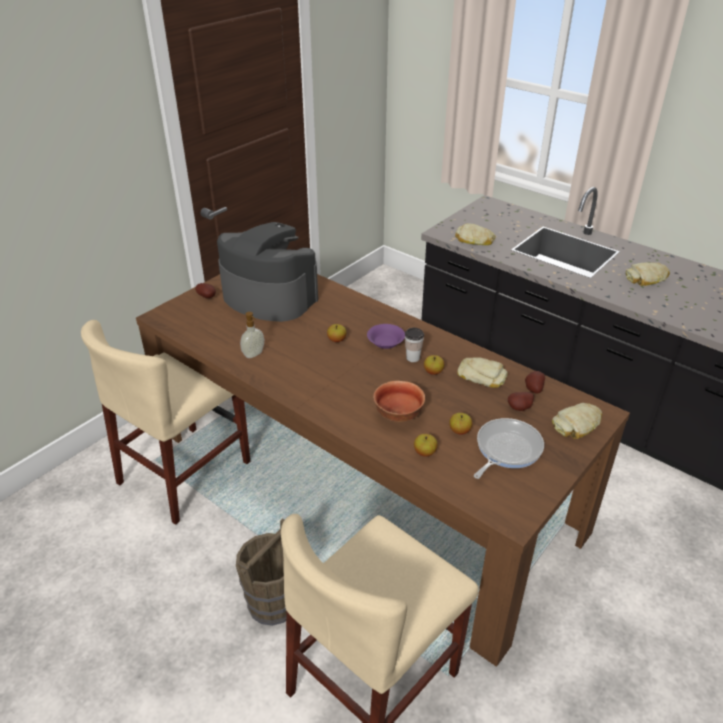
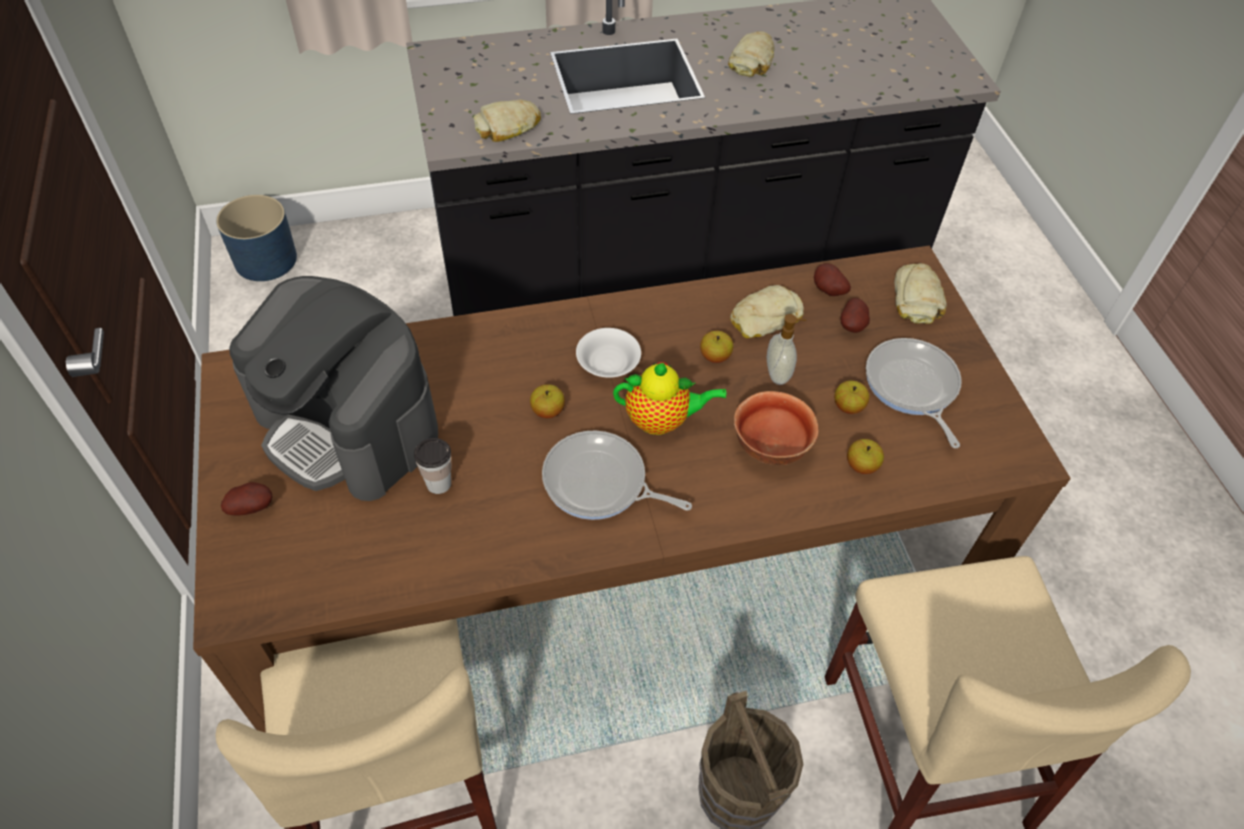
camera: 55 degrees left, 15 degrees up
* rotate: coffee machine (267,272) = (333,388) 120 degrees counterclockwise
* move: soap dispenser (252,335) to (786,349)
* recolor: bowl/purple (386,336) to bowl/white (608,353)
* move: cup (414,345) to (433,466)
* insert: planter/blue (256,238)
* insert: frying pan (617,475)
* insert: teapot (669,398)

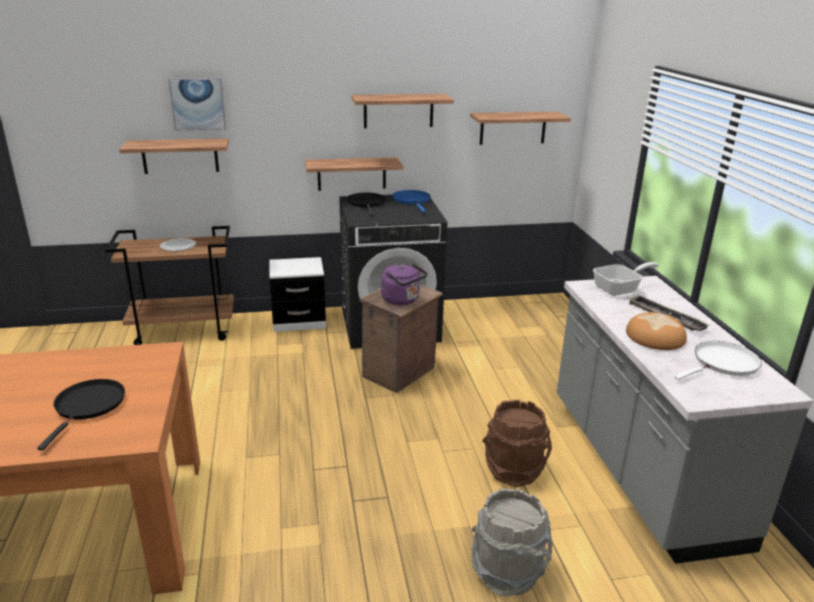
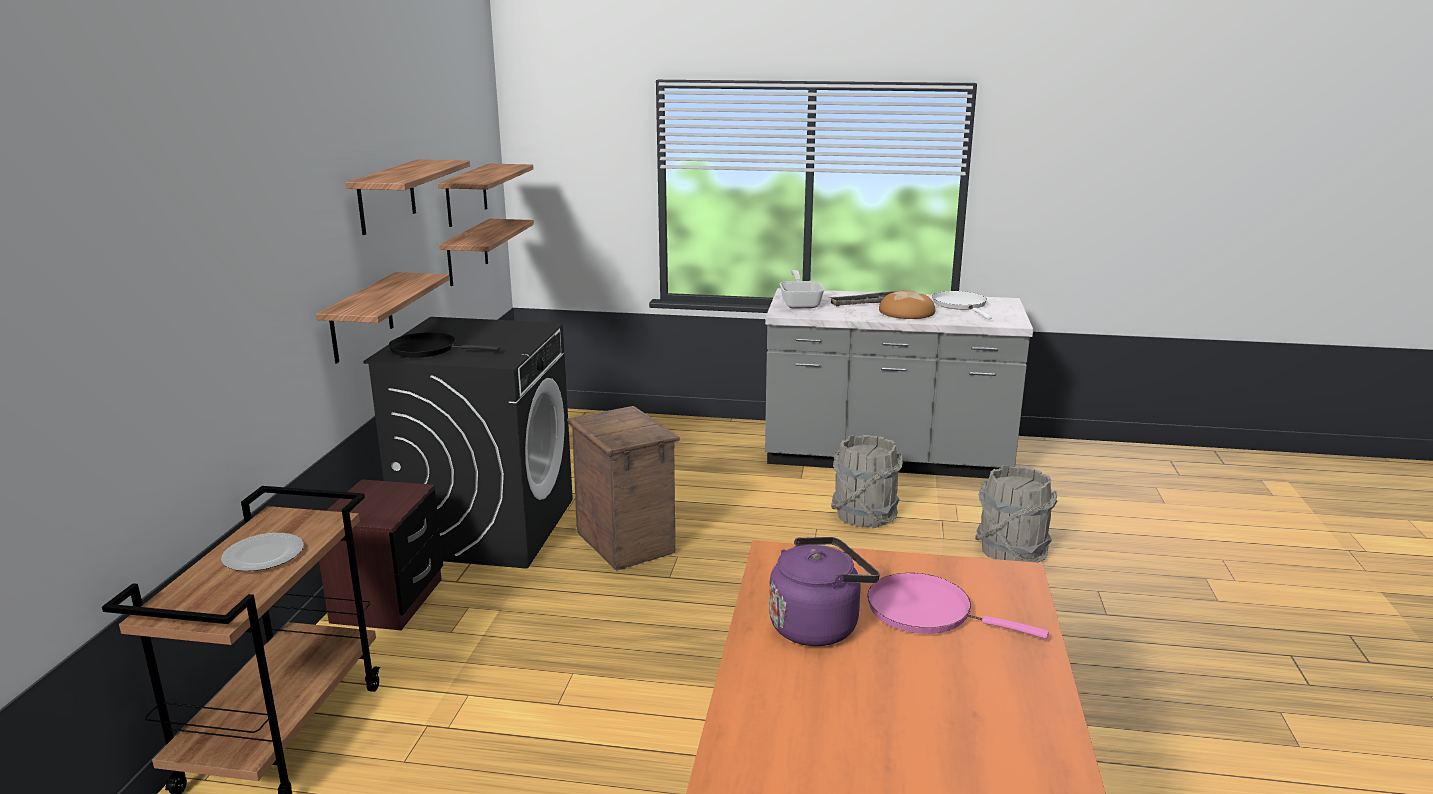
camera: 70 degrees left, 5 degrees down
* recolor: frying pan/black (81,415) to frying pan/pink (958,606)
* move: shelf (174,156) to (486,252)
* delete: picture (197,104)
* recolor: nightstand/white (297,294) to nightstand/brown (381,554)
* move: kettle/purple (404,284) to (824,591)
* delete: frying pan/blue (411,201)
* recolor: bucket/brown (517,443) to bucket/grey (867,482)

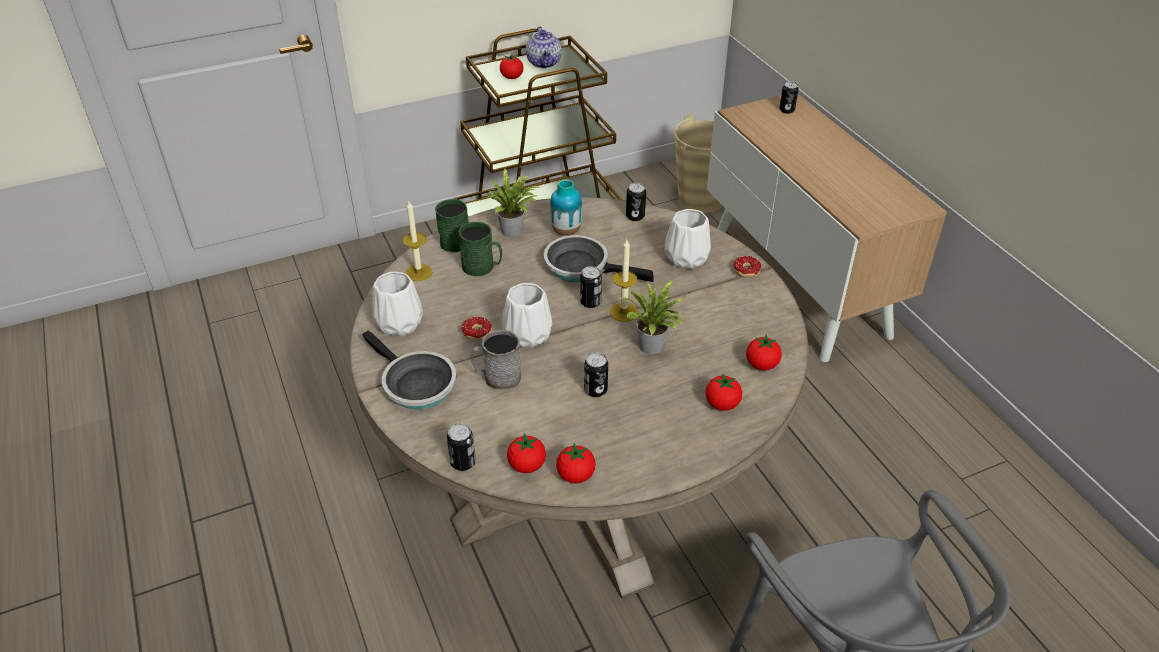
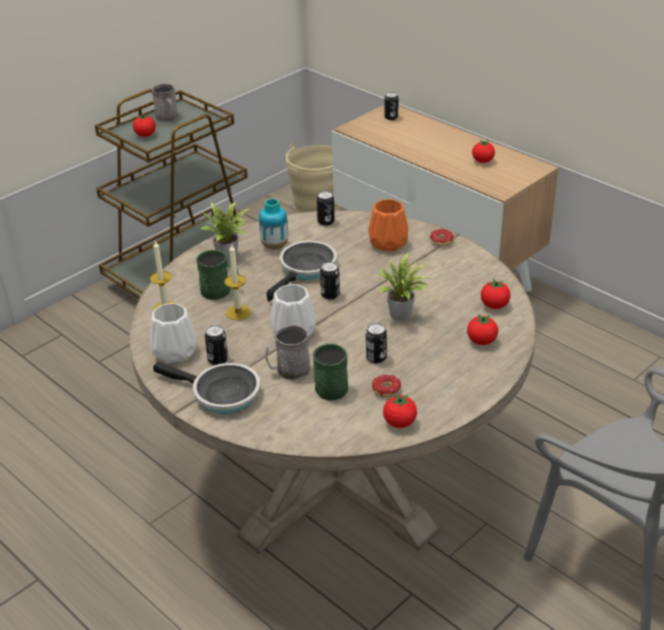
camera: 20 degrees left, 5 degrees down
* move: mug/green (452,225) to (330,372)
* move: can (461,447) to (216,345)
* move: donut (476,328) to (391,386)
* move: tomato (526,453) to (483,151)
* replace: teapot (544,47) to mug/grey (165,102)
* rotate: frying pan (599,258) = (301,271) 120 degrees clockwise
* move: candle (624,281) to (237,281)
* recolor: vase/white (688,239) to vase/orange (388,225)

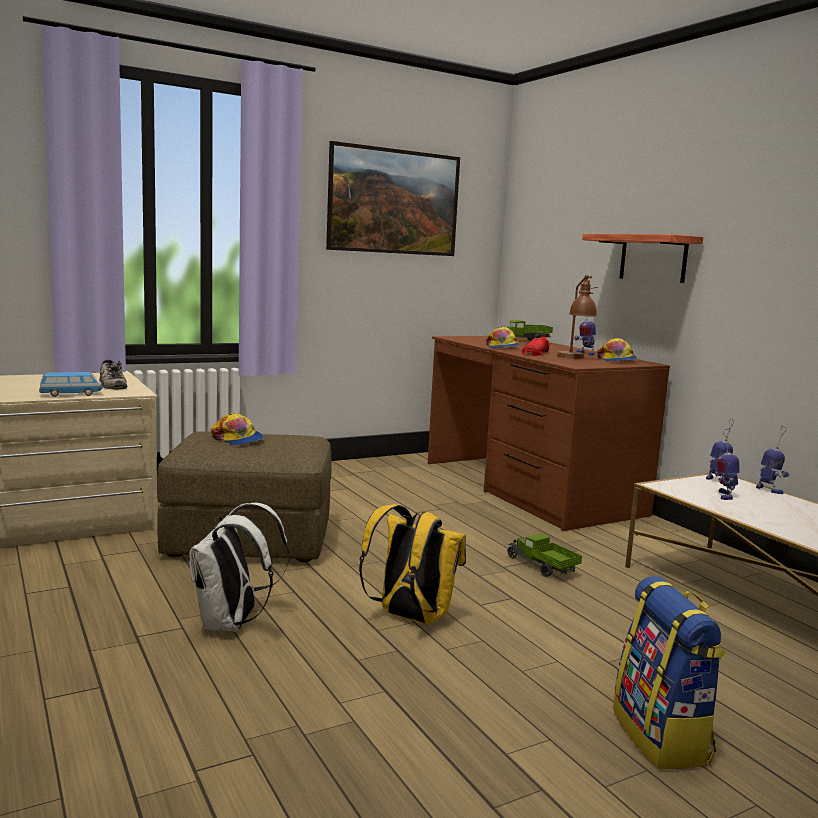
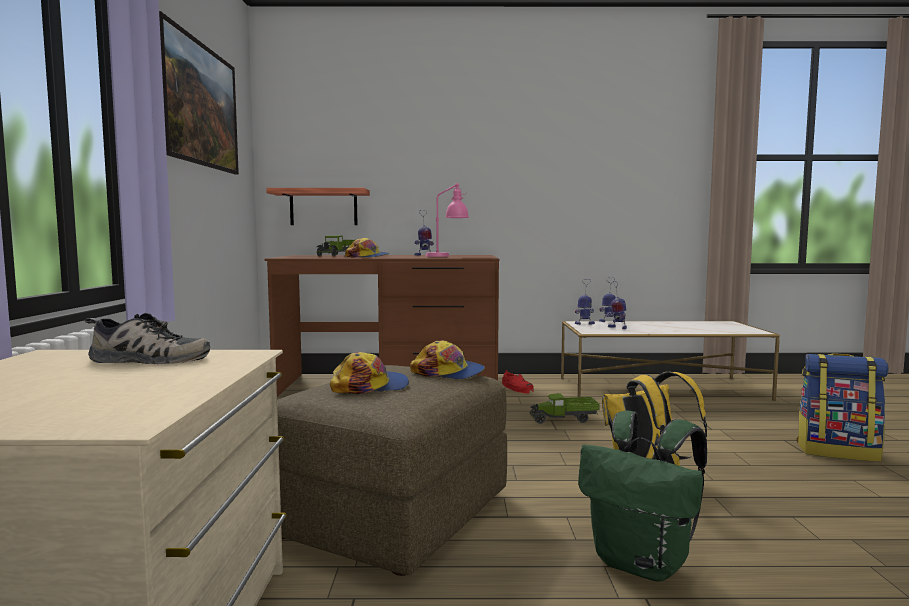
camera: 60 degrees left, 5 degrees down
* delete: toy car (71,384)
* recolor: backpack/white (239,567) to backpack/green (642,496)
* move: shoe/red (535,345) to (518,382)
* recolor: table lamp/brown (577,317) to table lamp/pink (447,220)
* move: shelf (642,258) to (318,206)
* move: cap (617,349) to (447,359)

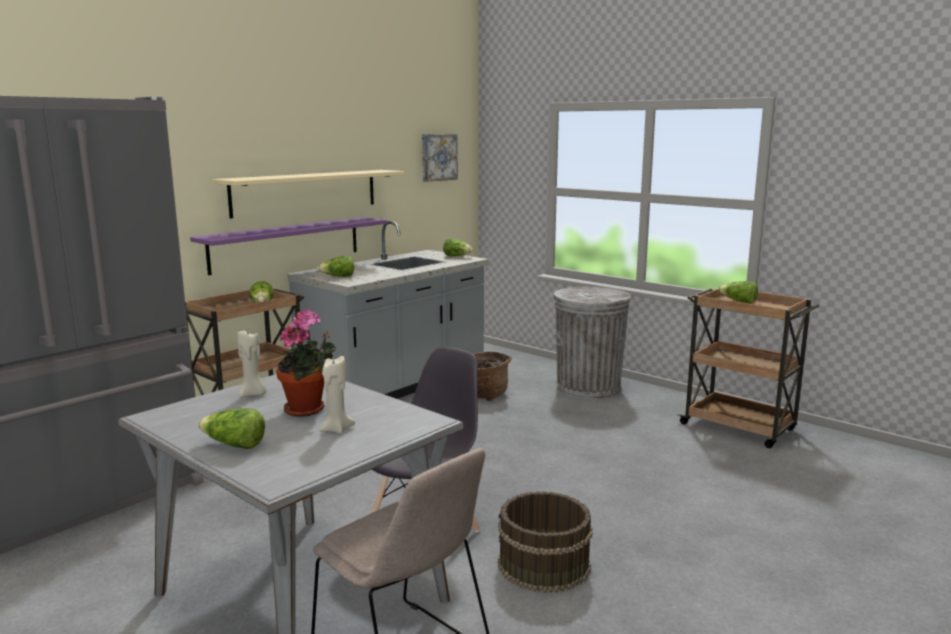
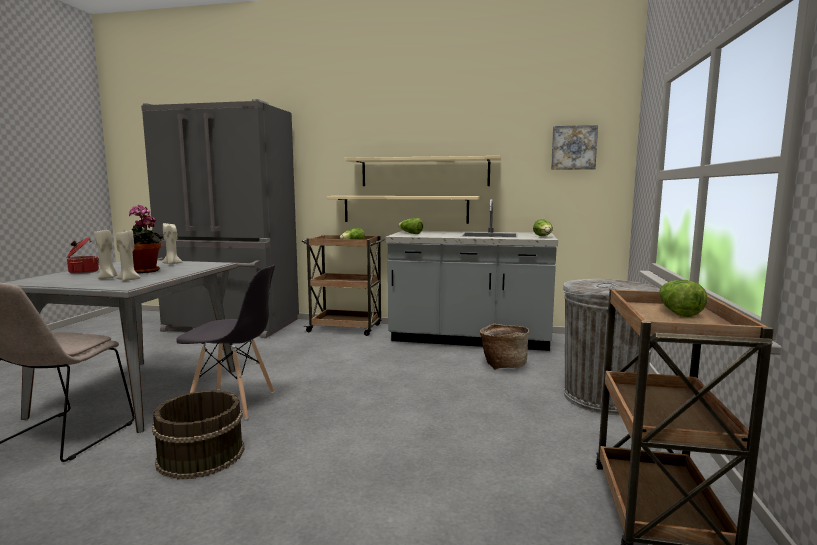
camera: 60 degrees right, 5 degrees down
* recolor: shelf/purple (288,246) to shelf/beige (403,210)
* replace: lettuce (231,428) to cooking pot (83,255)
* insert: candle/beige (128,255)

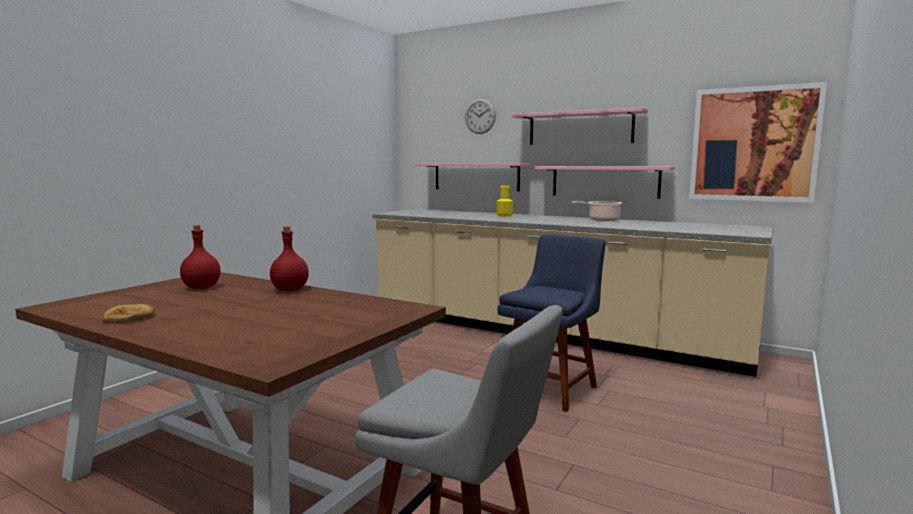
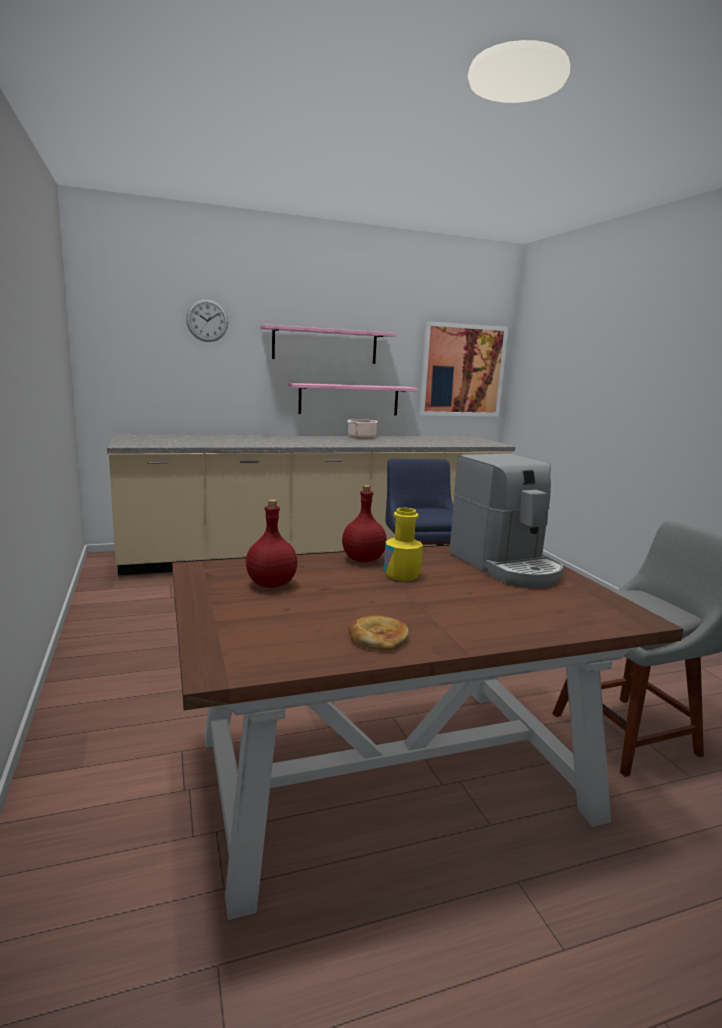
camera: 50 degrees left, 5 degrees up
* delete: shelf/pink (473,177)
* move: bottle/yellow (504,201) to (403,544)
* insert: coffee machine (506,520)

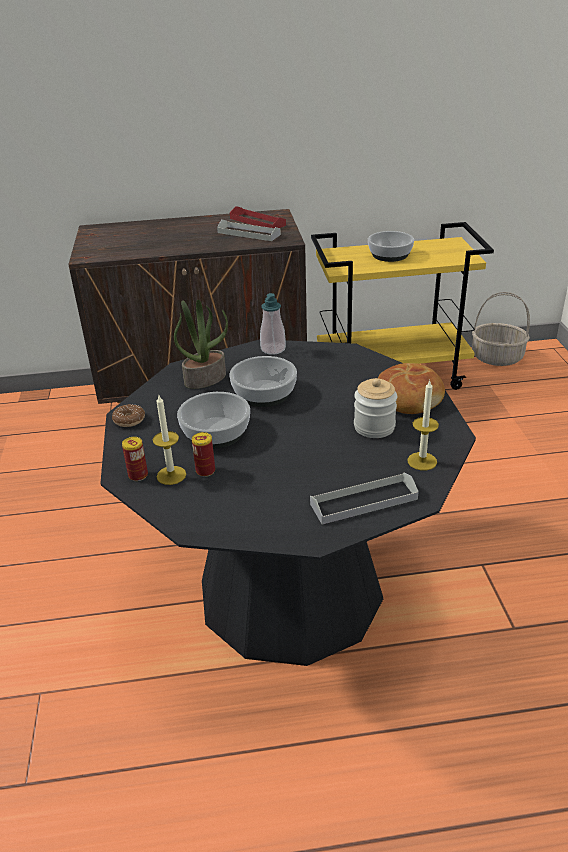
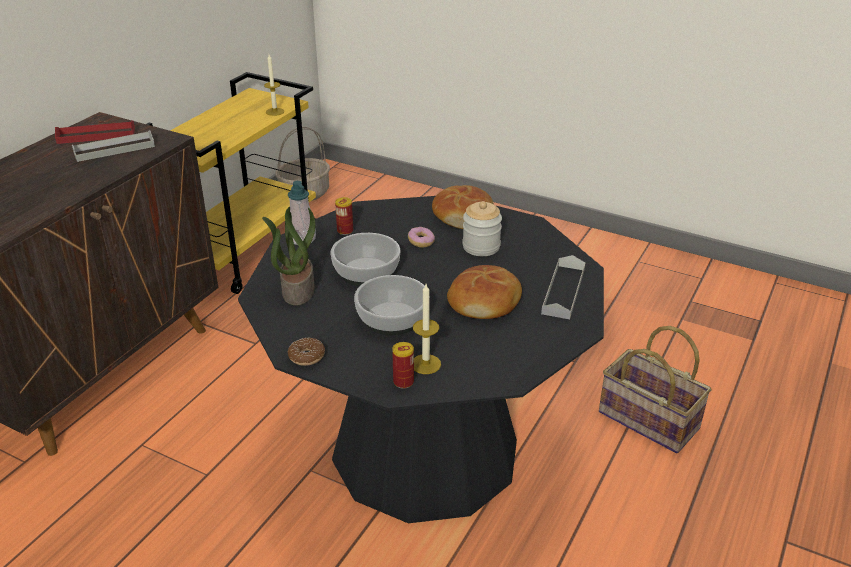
camera: 55 degrees left, 0 degrees up
* move: can (203,454) to (344,216)
* delete: bowl (391,246)
* move: candle (423,426) to (274,85)
* insert: donut (421,237)
* insert: bread (484,292)
* insert: basket (655,390)

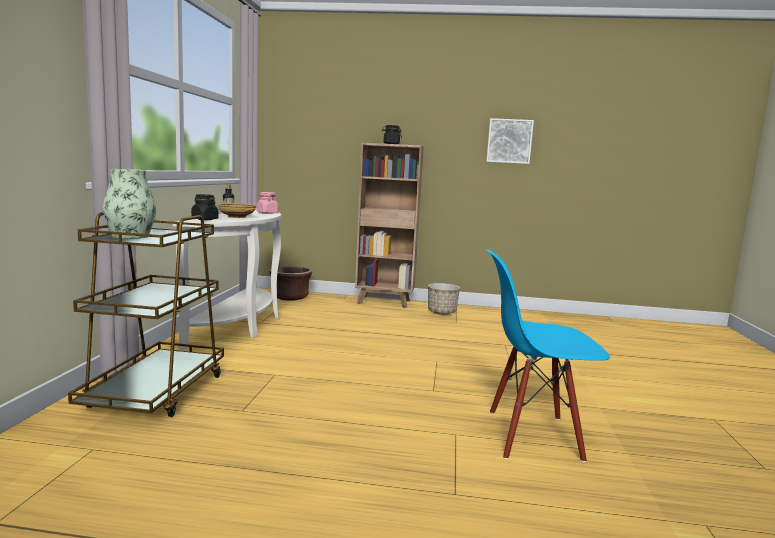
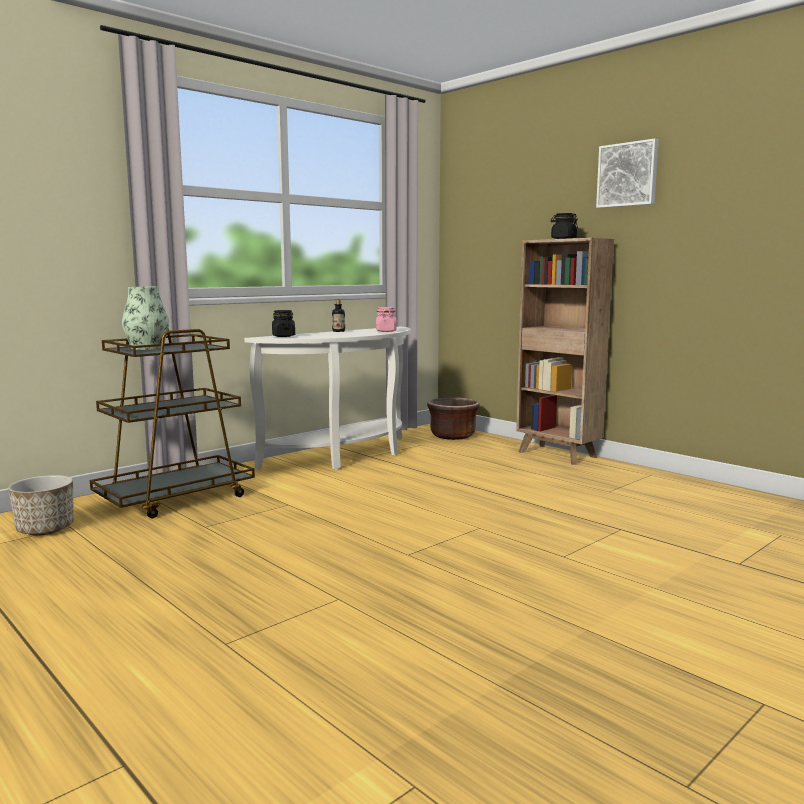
camera: 40 degrees right, 0 degrees up
* delete: bowl/beige (237,210)
* move: planter (444,299) to (41,505)
* move: picture (510,141) to (627,173)
* delete: chair/blue (548,356)

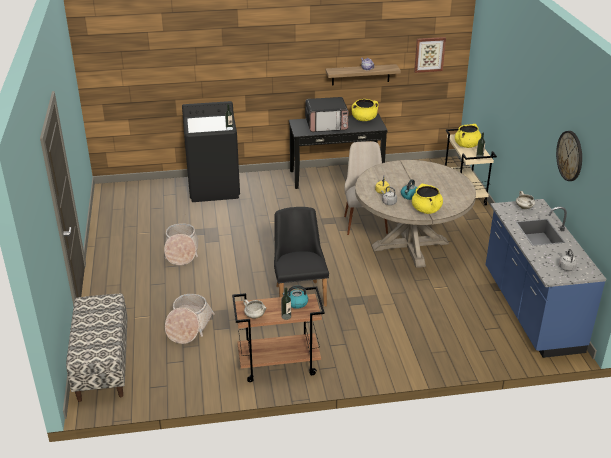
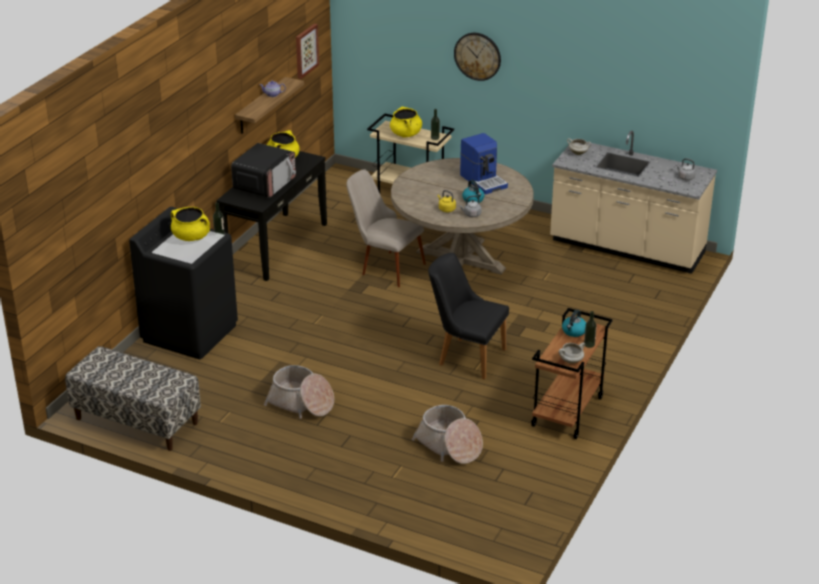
camera: 55 degrees left, 0 degrees up
* move: bench (97,347) to (133,398)
* move: cooking pot/yellow (427,199) to (190,224)
* recolor: counter/blue (546,278) to counter/beige (633,202)
* move: wall clock (569,156) to (477,57)
* insert: coffee machine (484,164)

